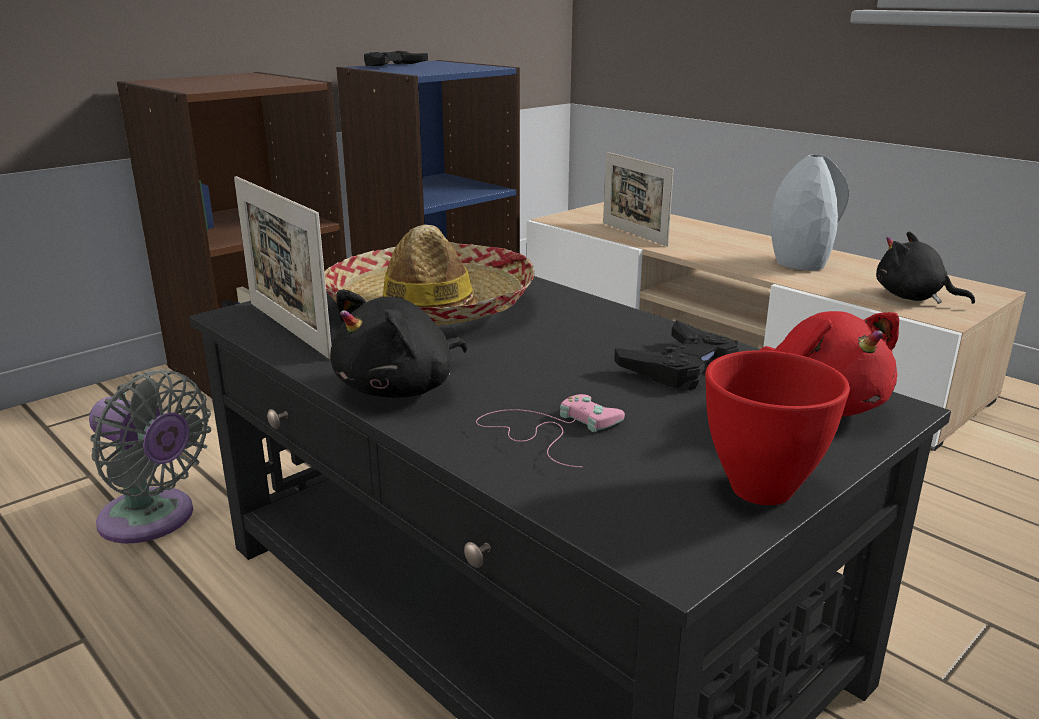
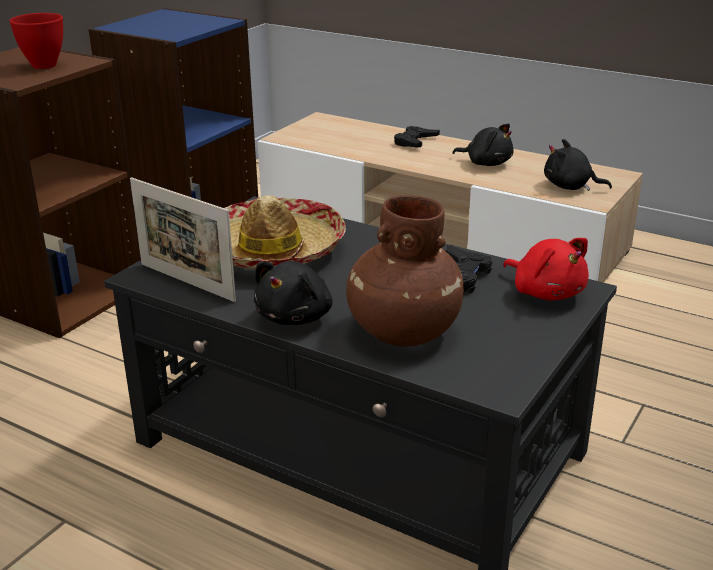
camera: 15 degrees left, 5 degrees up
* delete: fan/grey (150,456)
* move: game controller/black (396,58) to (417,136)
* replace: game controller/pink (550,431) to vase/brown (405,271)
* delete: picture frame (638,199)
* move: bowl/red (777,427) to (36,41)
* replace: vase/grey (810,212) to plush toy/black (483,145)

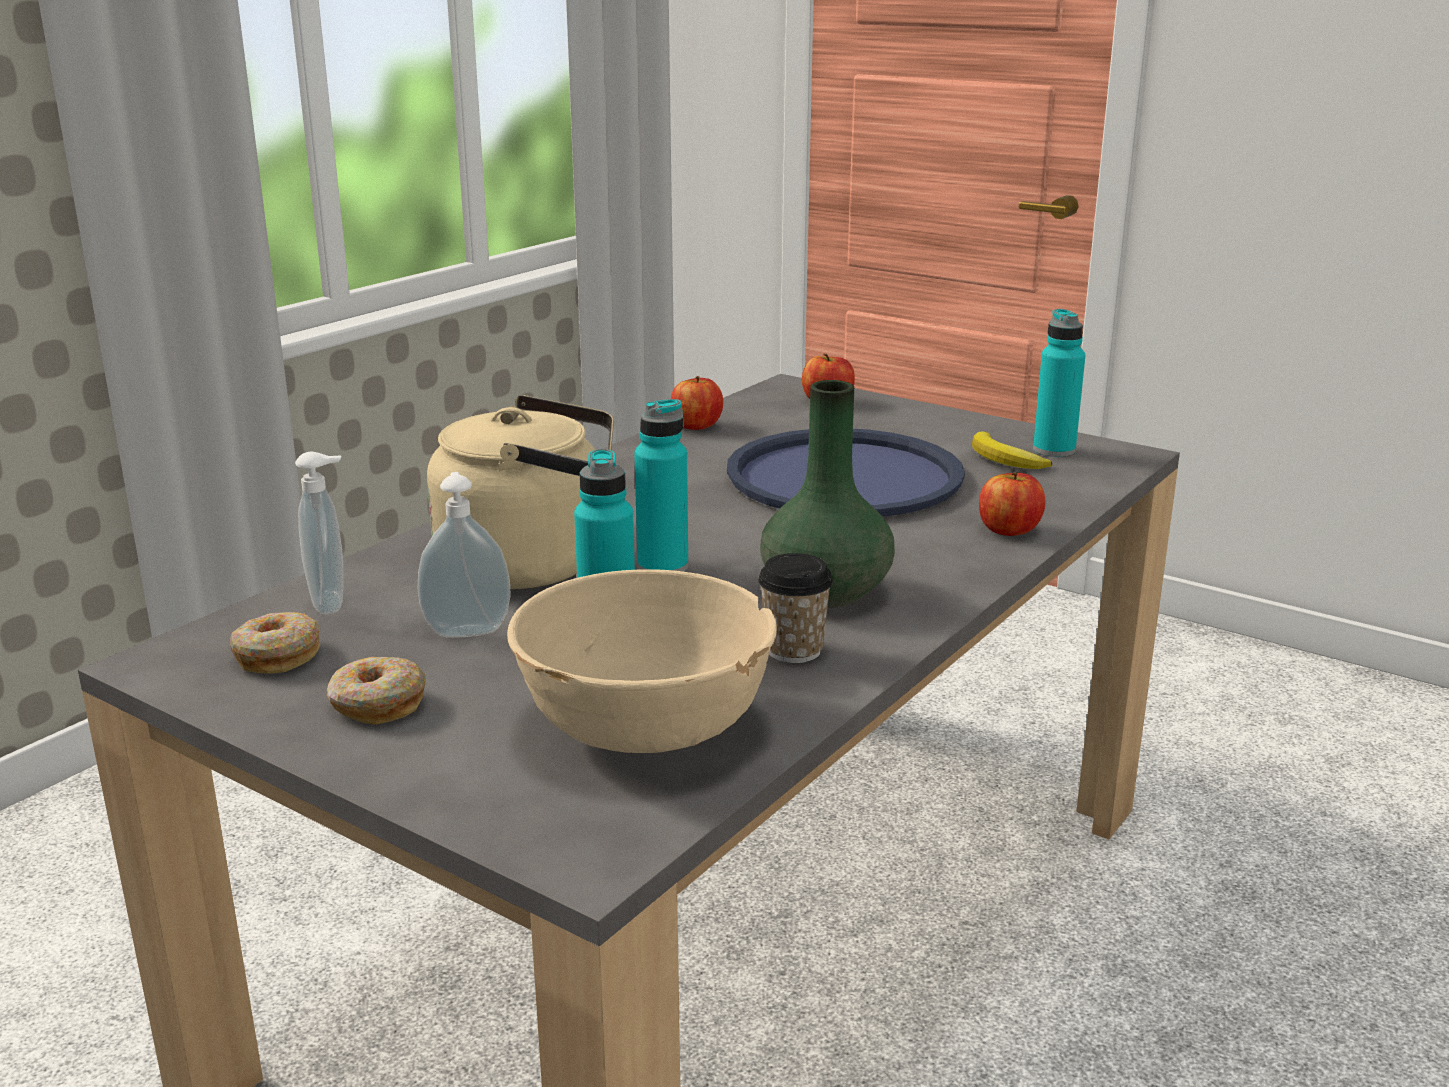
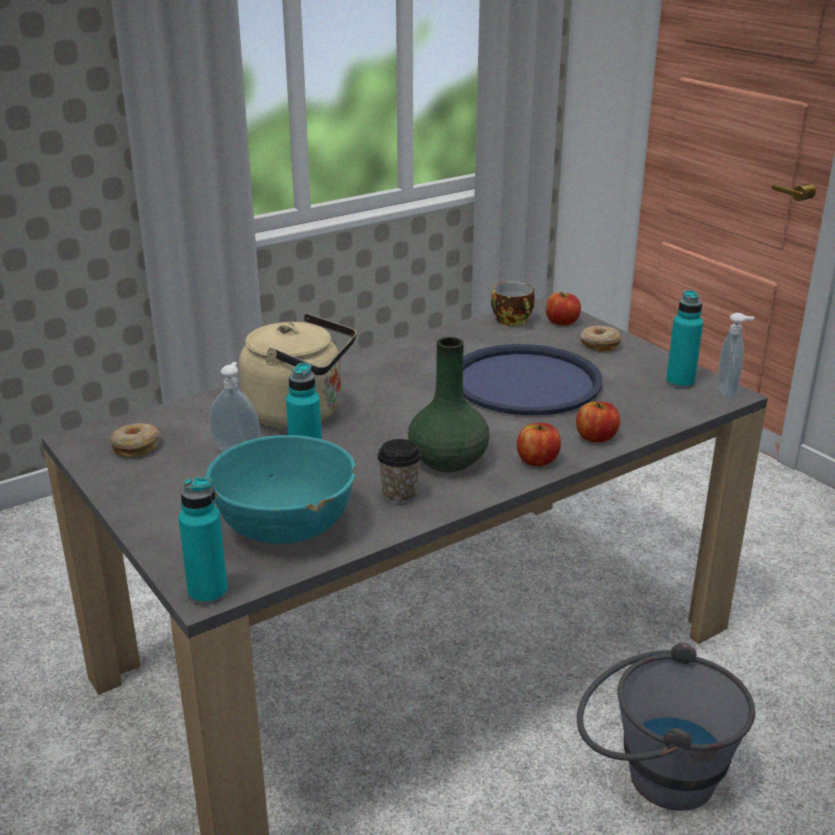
camera: 20 degrees right, 5 degrees up
* move: soap dispenser (319,533) to (736,355)
* move: donut (376,691) to (601,339)
* recolor: bowl/beige (642,661) to bowl/turquoise (280,489)
* move: bottle/turquoise (661,485) to (203,541)
* move: apple (697,403) to (539,444)
* delete: banana (1012,450)
* insert: cup (513,304)
* insert: bucket/grey (666,727)

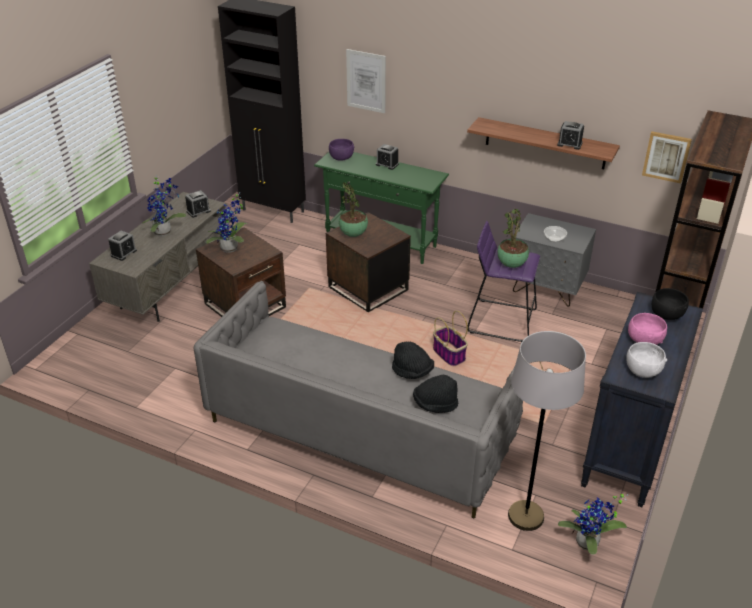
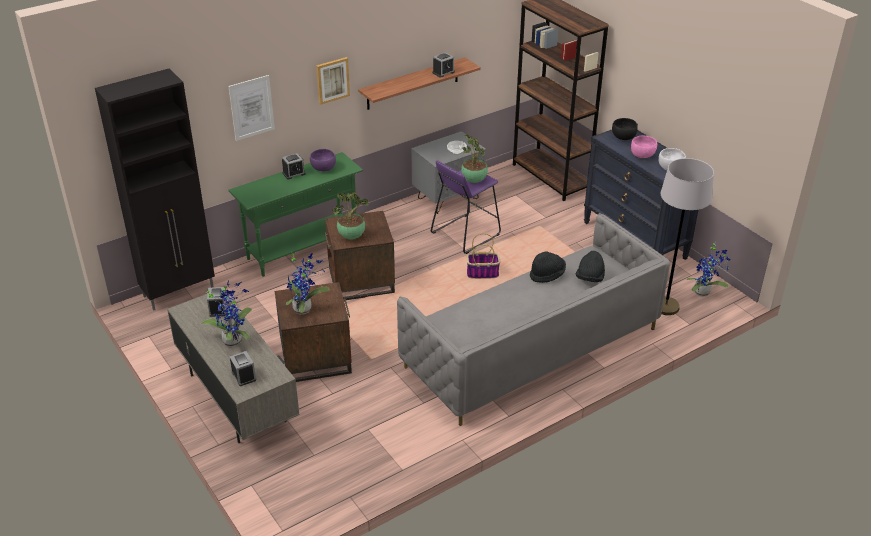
camera: 60 degrees left, 0 degrees up
* move: bowl/purple (341,150) to (323,160)
* move: picture (667,157) to (333,81)

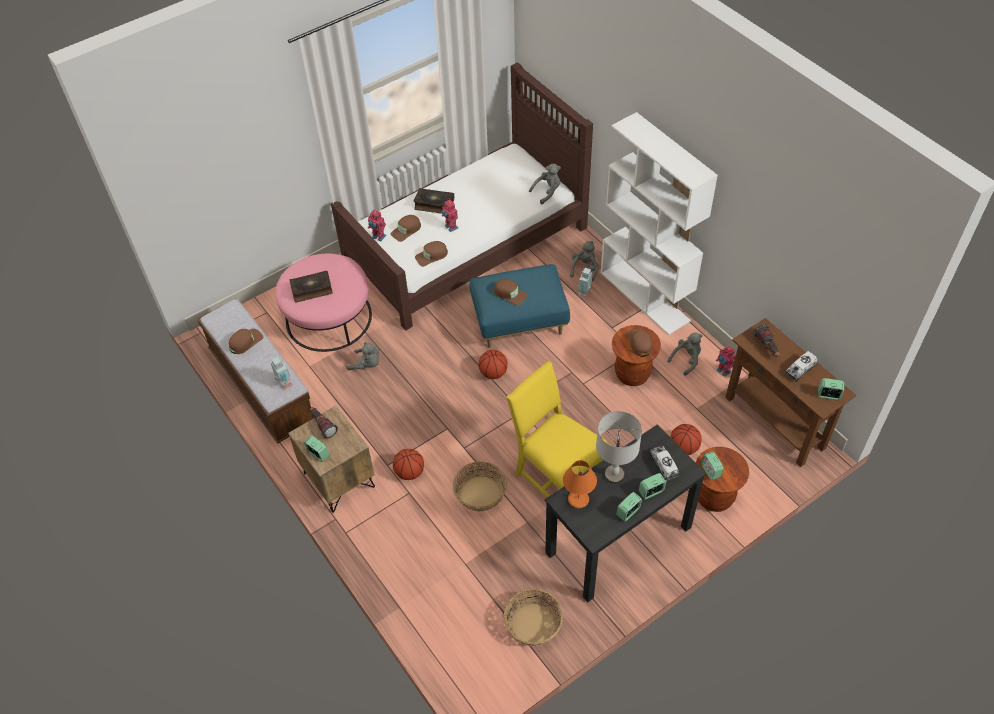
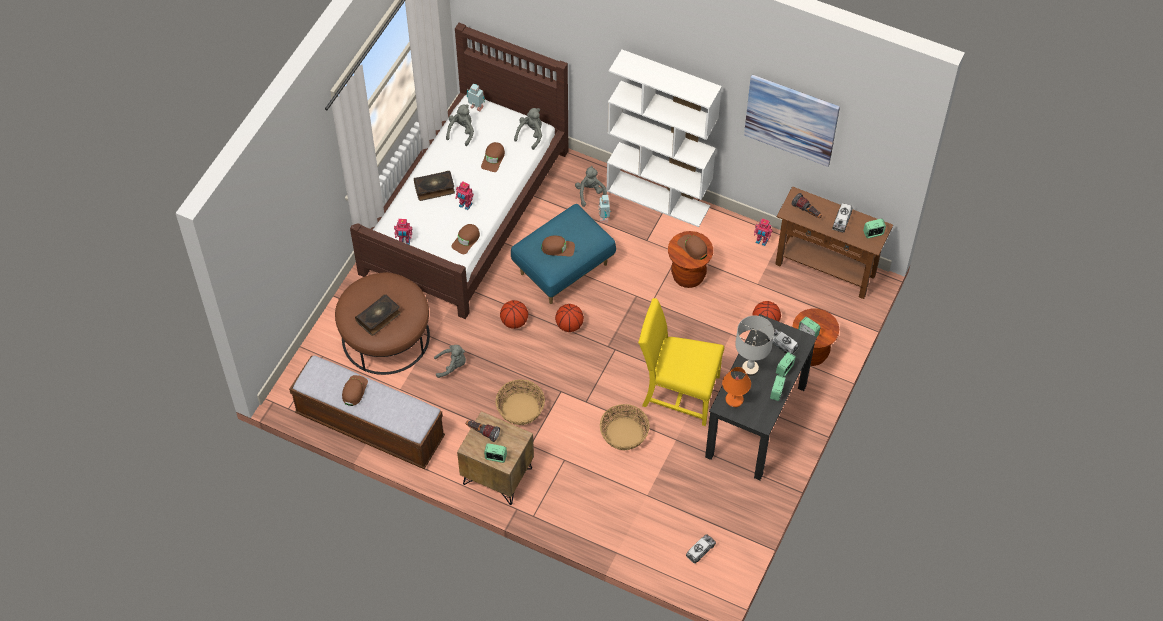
camera: 30 degrees left, 5 degrees up
* move: toy robot (282,373) to (476,97)
* recolor: ottoman/pink (323,303) to ottoman/brown (382,323)
* move: cap/brown (406,228) to (493,157)
* move: basketball (408,464) to (514,314)
* move: basket (533,617) to (520,402)
* move: plush toy/grey (685,354) to (460,125)
* insert: toy truck (701,549)
* insert: picture (792,120)

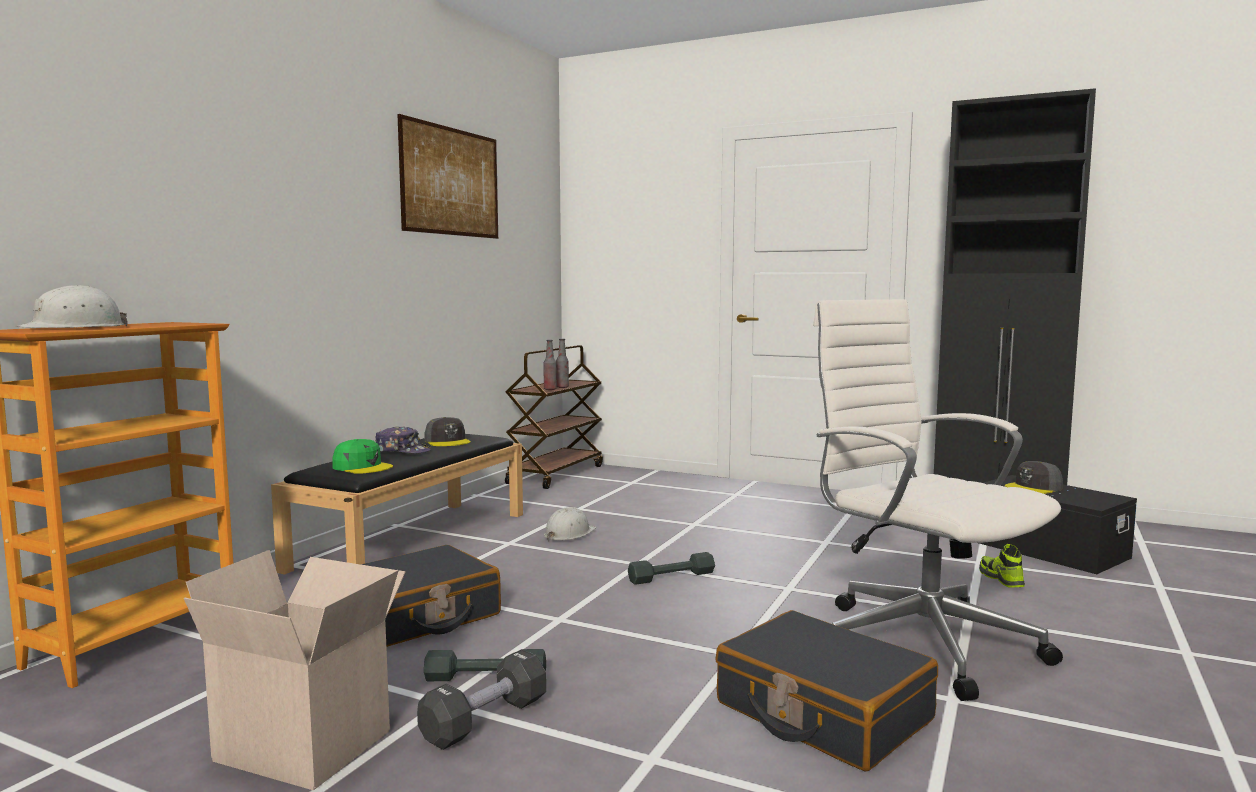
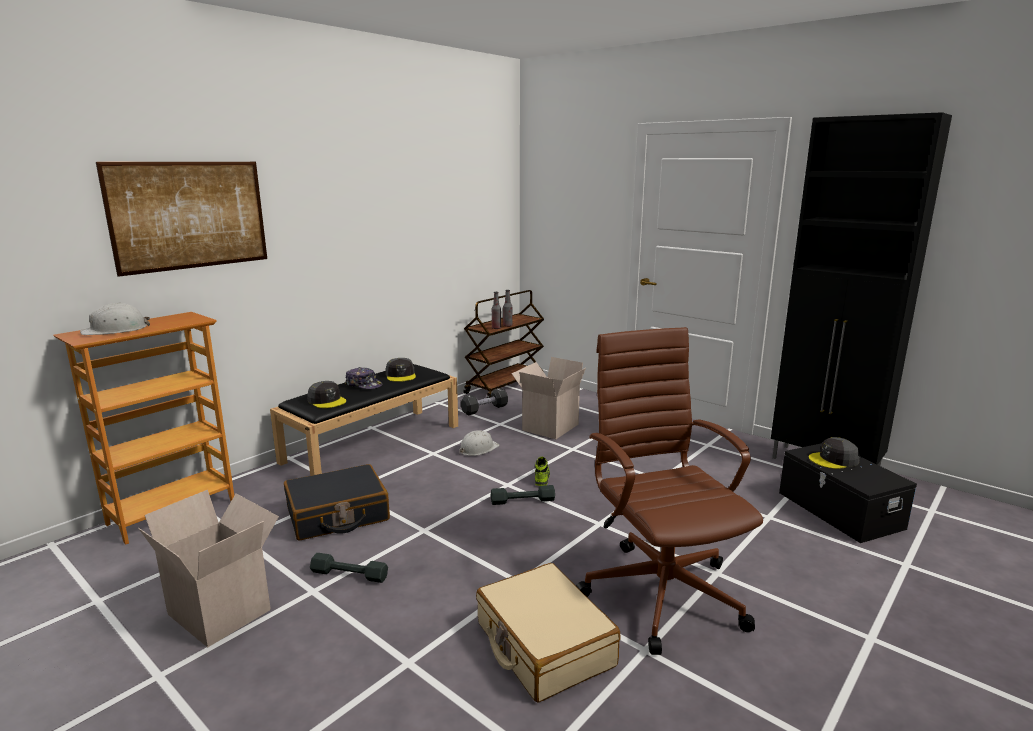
camera: 15 degrees right, 10 degrees up
* recolor: cap/green (362,456) to cap/grey (326,394)
* move: picture (447,176) to (181,219)
* move: dumbbell/black (481,699) to (484,402)
* recolor: suitcase/black (826,690) to suitcase/beige (548,633)
* recolor: office chair/white (938,500) to office chair/brown (669,491)
* move: shoe (1002,566) to (542,471)
* insert: cardboard box (548,398)

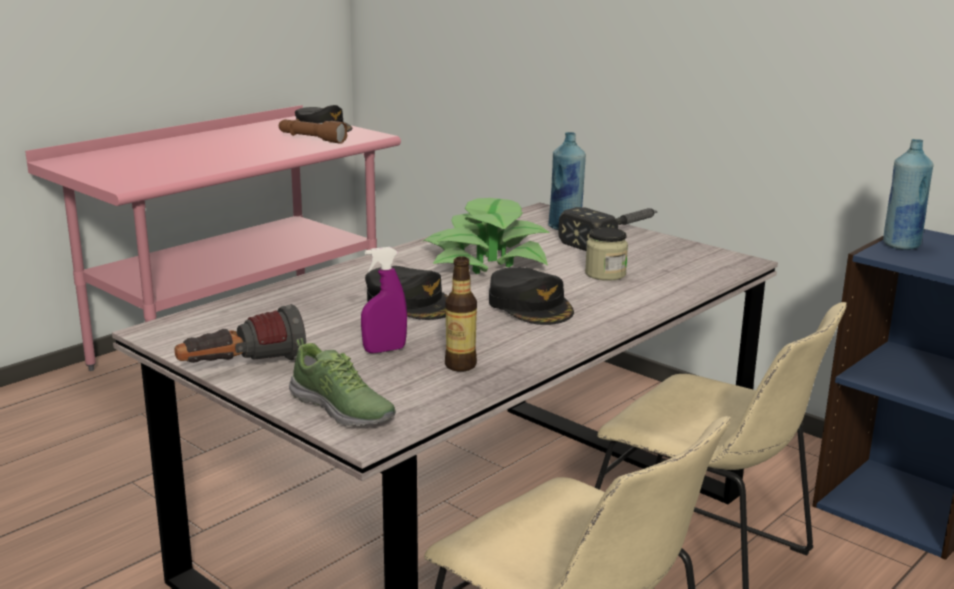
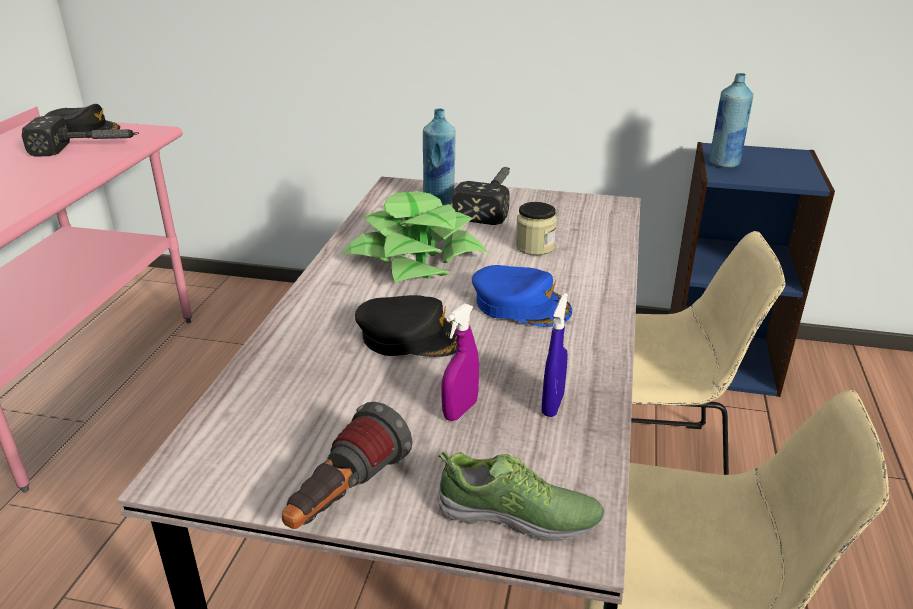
camera: 30 degrees left, 10 degrees up
* replace: flashlight/brown (313,131) to hammer (80,136)
* replace: bottle (461,314) to spray bottle/blue (555,355)
* recolor: cap/black (531,296) to cap/blue (522,296)

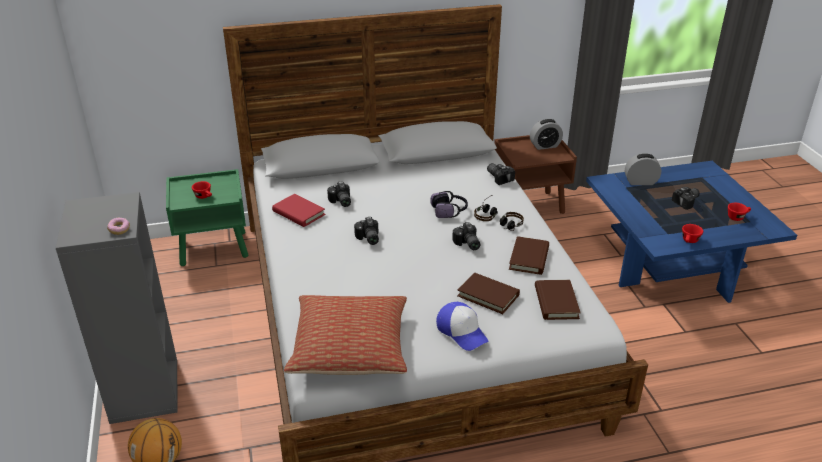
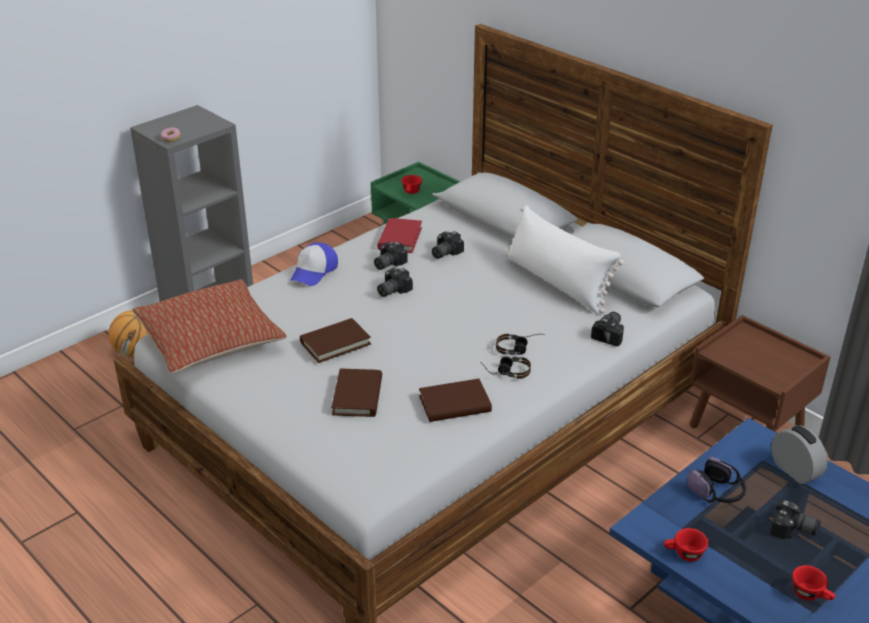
camera: 60 degrees right, 0 degrees up
* move: headphones (449,204) to (716,480)
* move: cap (462,326) to (314,264)
* move: photo camera (466,236) to (391,256)
* delete: alarm clock (546,134)
* move: book/brown (558,300) to (335,340)
* insert: pillow/white (565,259)

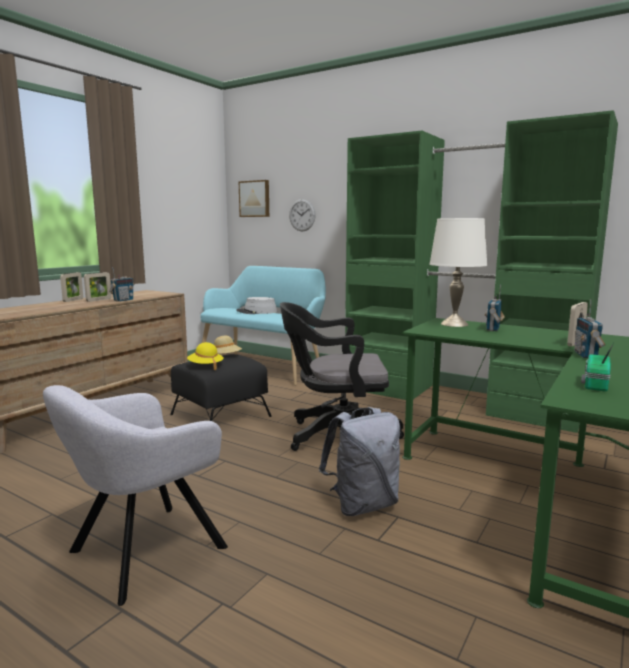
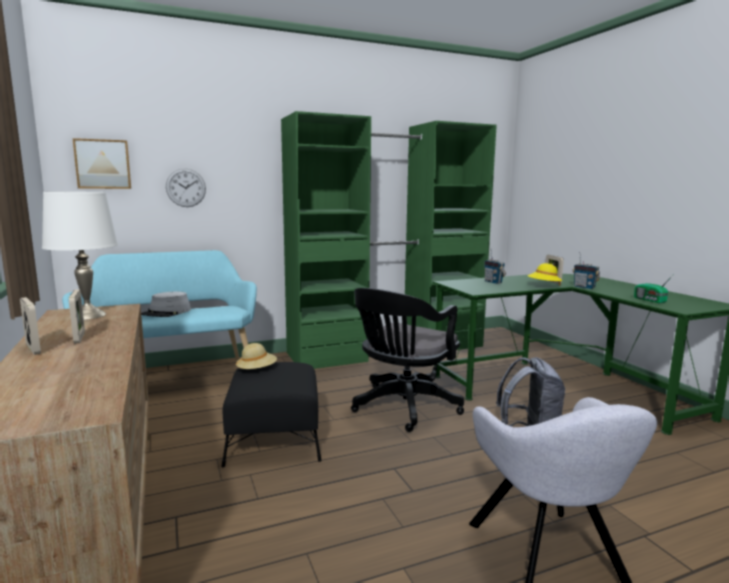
camera: 55 degrees left, 0 degrees up
* delete: radio (121,284)
* move: hat/yellow (205,356) to (544,274)
* move: table lamp/white (458,272) to (80,256)

